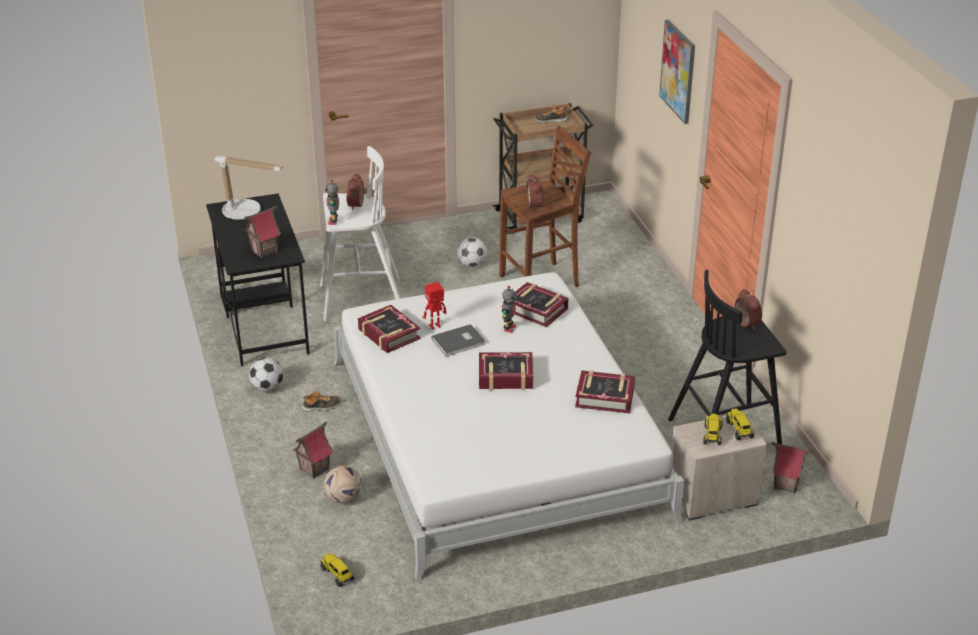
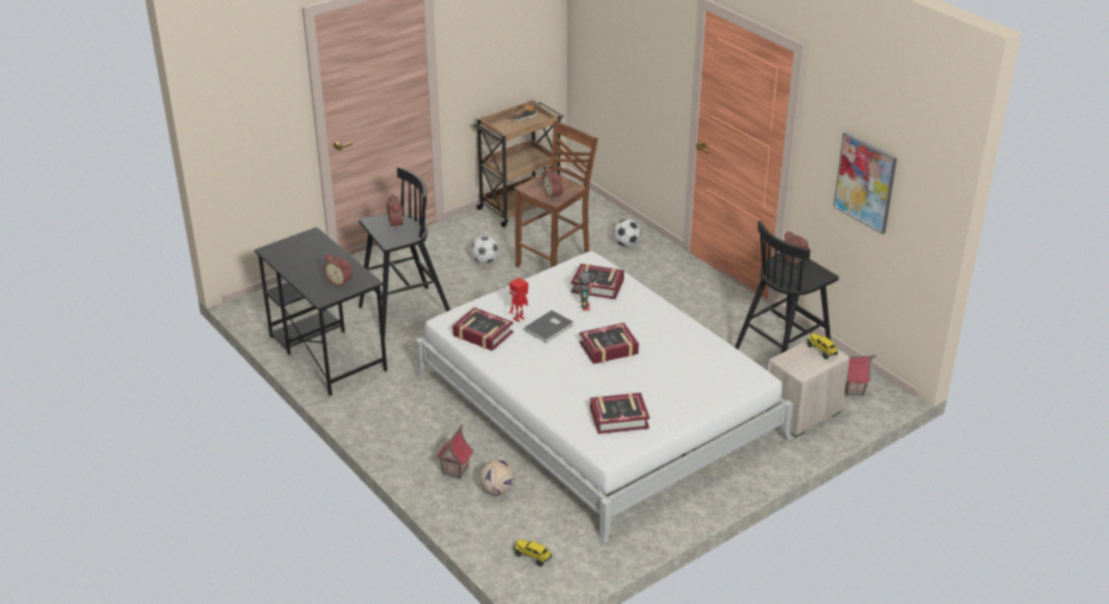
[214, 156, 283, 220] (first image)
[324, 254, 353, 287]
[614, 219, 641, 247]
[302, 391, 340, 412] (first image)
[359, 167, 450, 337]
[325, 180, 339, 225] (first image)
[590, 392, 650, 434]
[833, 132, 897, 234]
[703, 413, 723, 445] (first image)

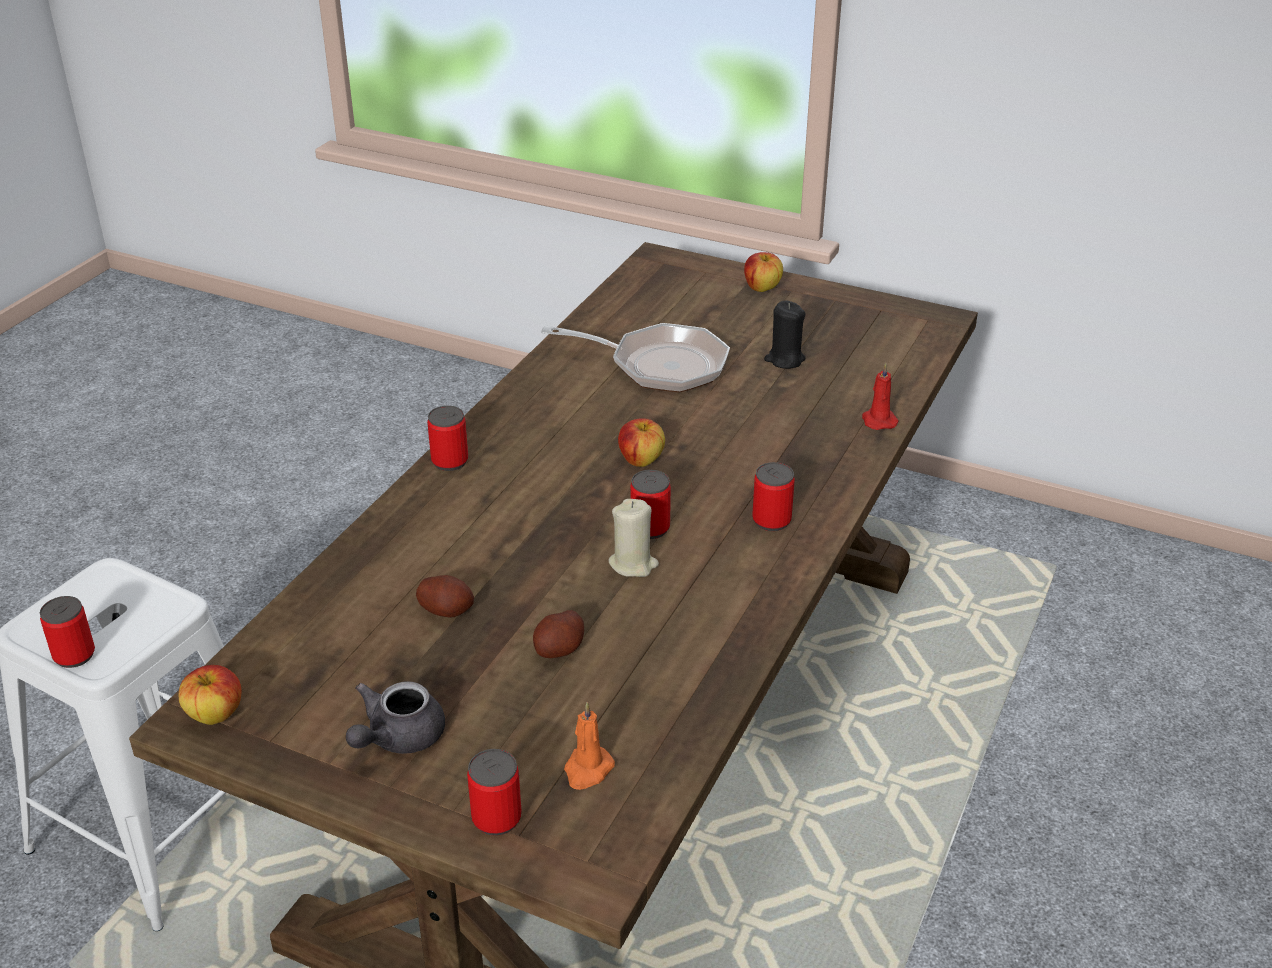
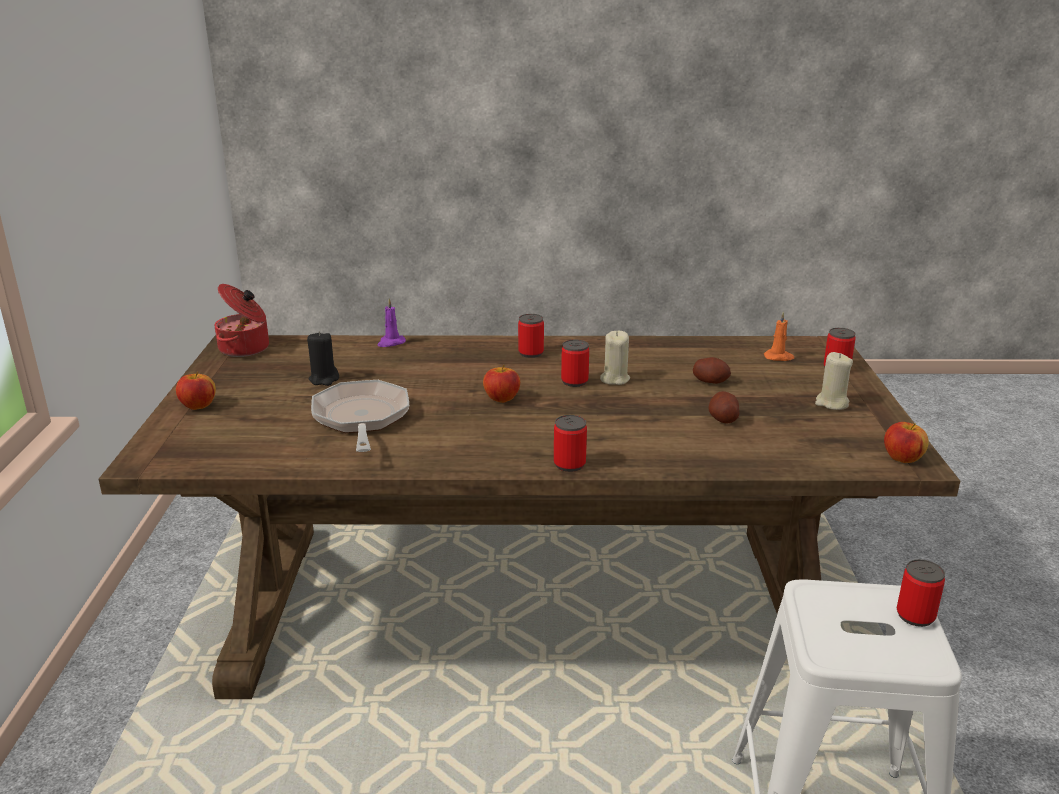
[815, 352, 853, 410]
[377, 298, 406, 347]
[214, 284, 269, 357]

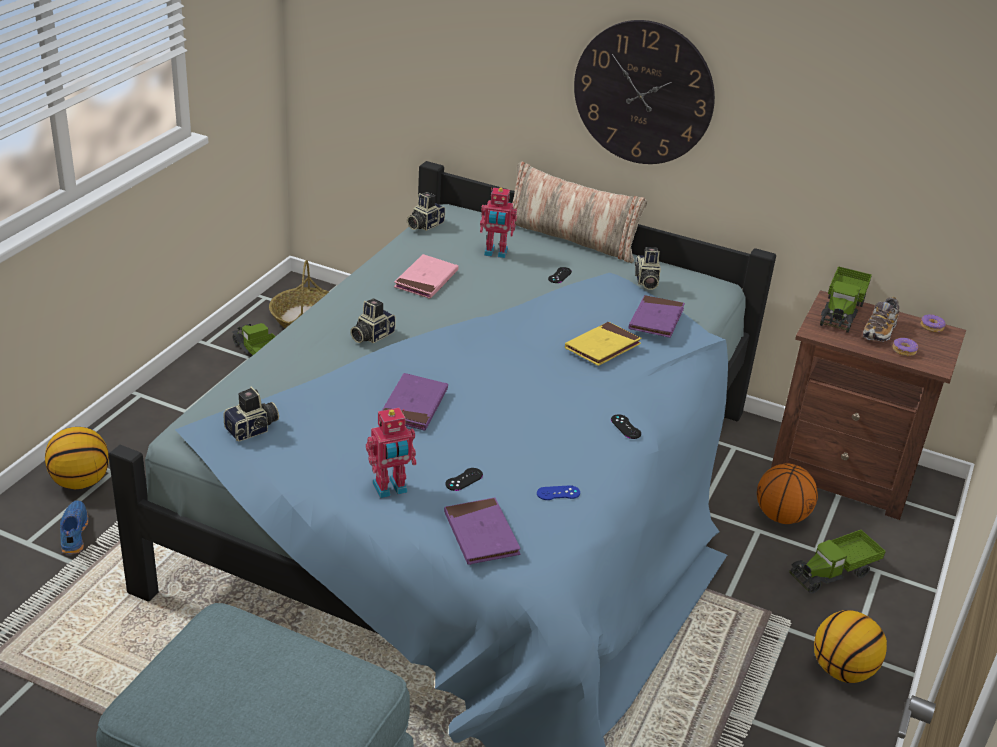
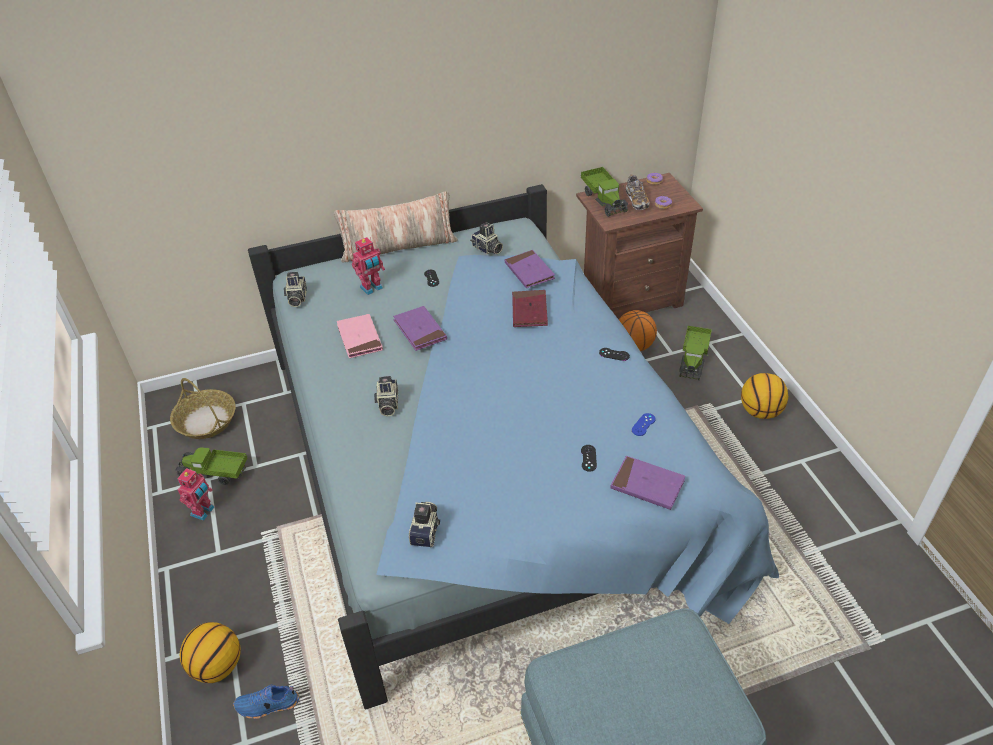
[233, 685, 299, 719]
[177, 468, 214, 521]
[393, 306, 447, 351]
[512, 290, 548, 327]
[574, 20, 715, 164] (first image)

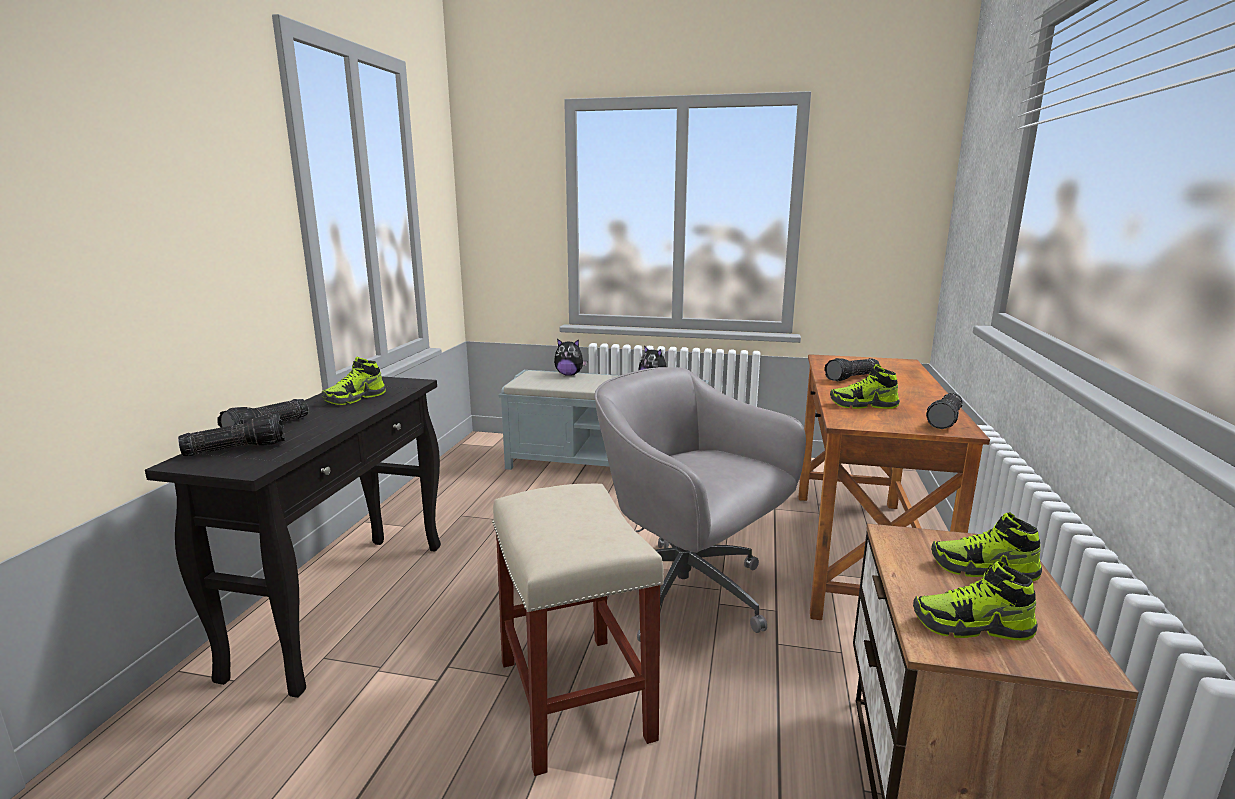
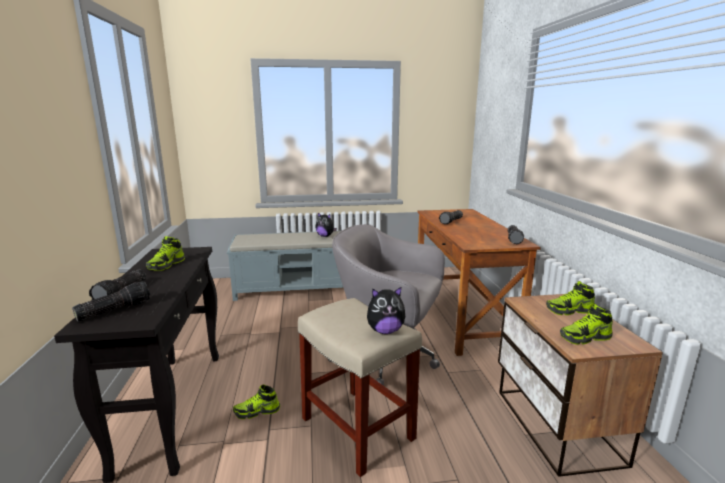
[367, 287, 405, 334]
[233, 385, 280, 419]

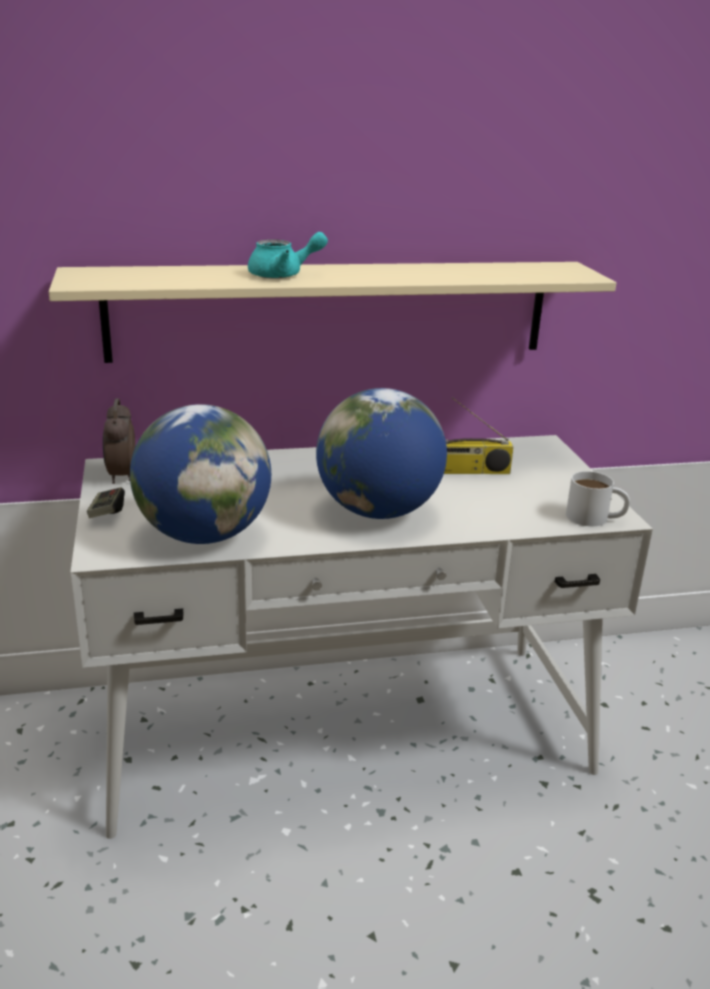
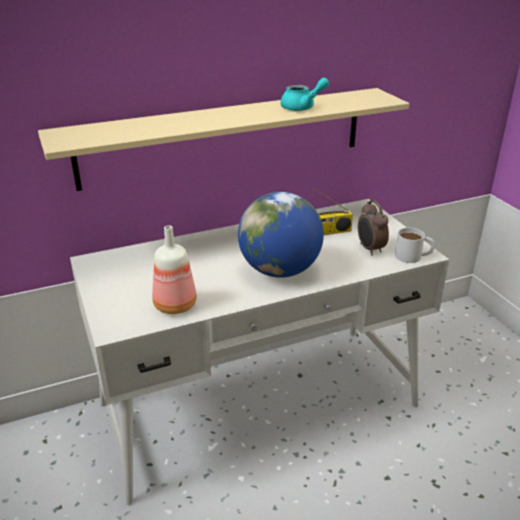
[87, 487, 125, 518] (first image)
[358, 200, 389, 255]
[152, 226, 197, 314]
[280, 78, 329, 111]

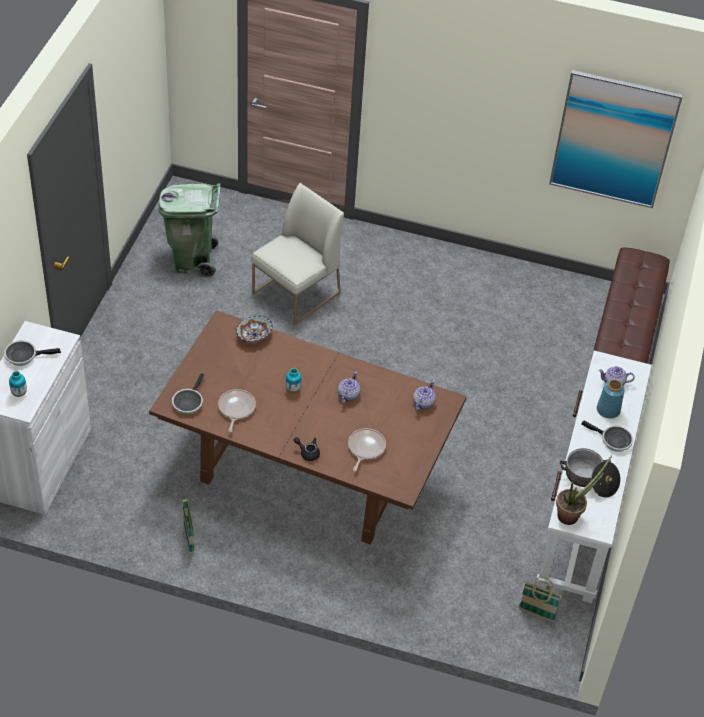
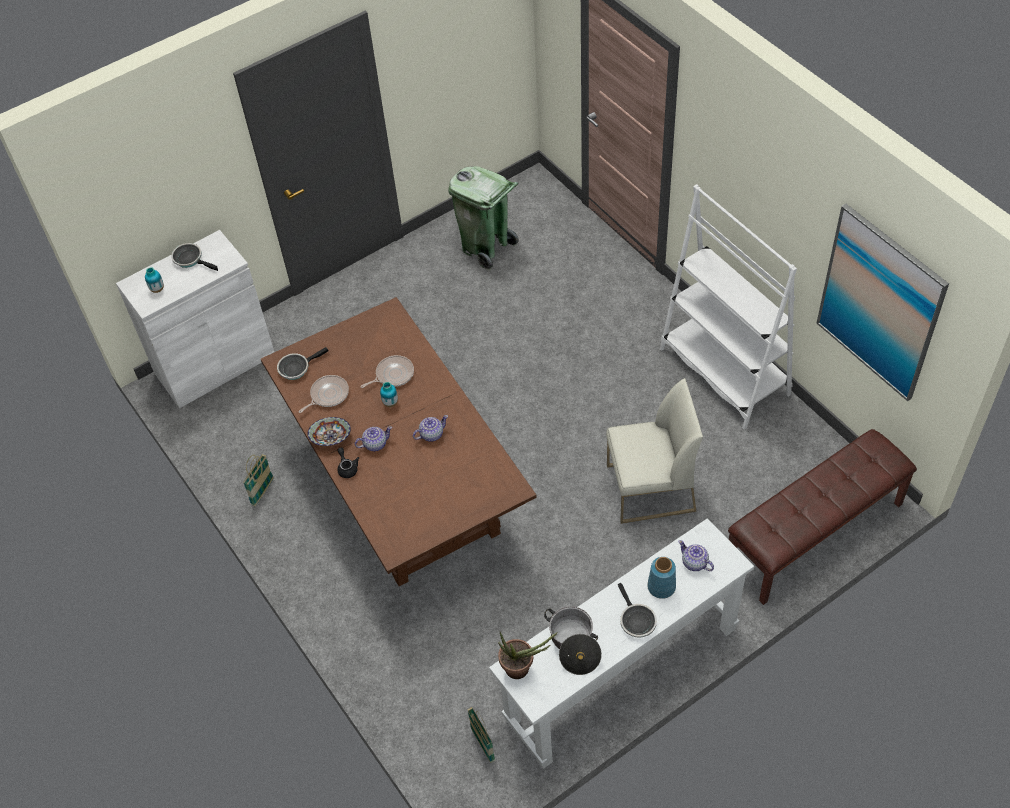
[307, 417, 351, 446]
[606, 378, 703, 524]
[360, 355, 414, 388]
[355, 426, 392, 451]
[660, 184, 797, 429]

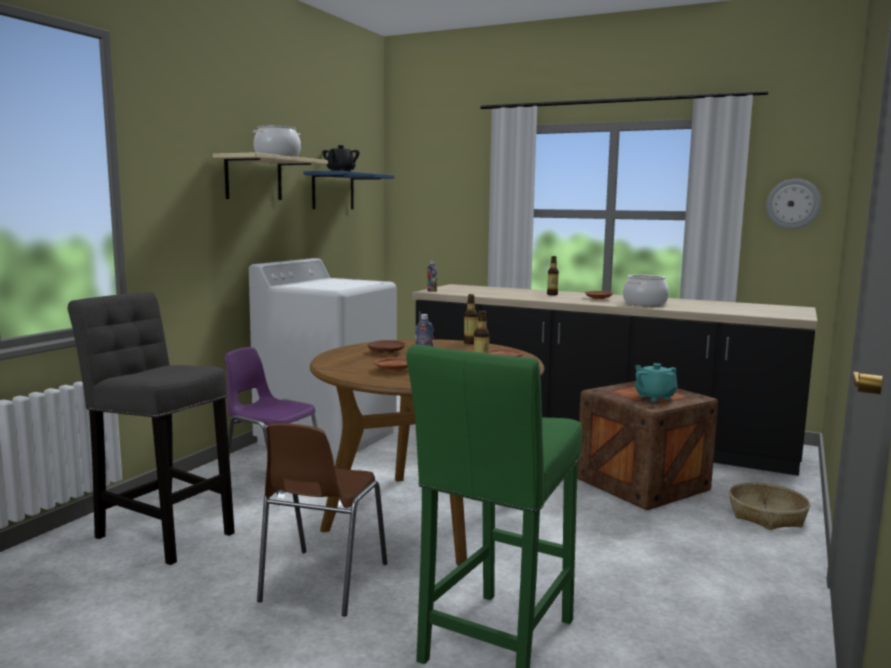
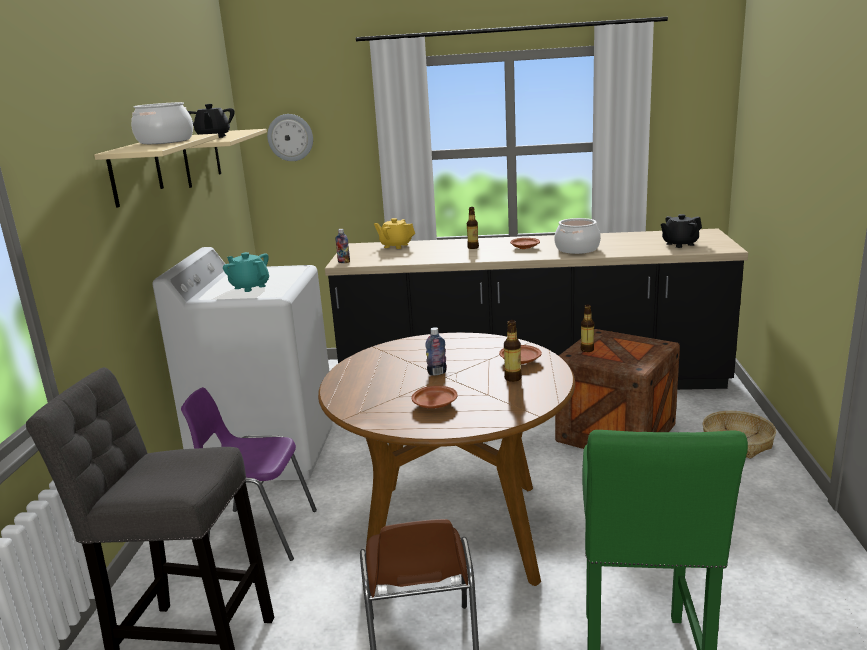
[183, 129, 267, 188]
[368, 340, 405, 353] (first image)
[581, 305, 594, 352]
[223, 252, 269, 292]
[267, 114, 313, 161]
[374, 218, 415, 249]
[661, 214, 702, 248]

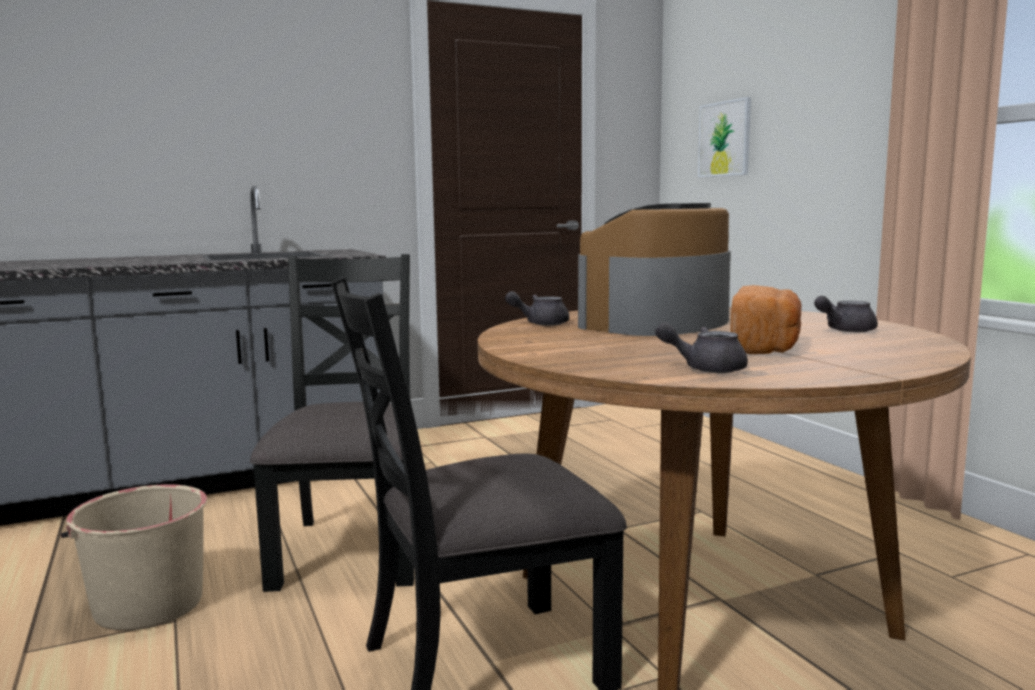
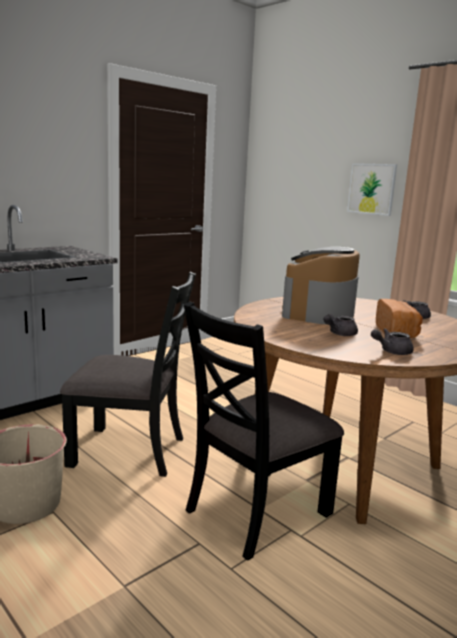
[60, 272, 196, 477]
[323, 314, 358, 336]
[347, 163, 397, 216]

